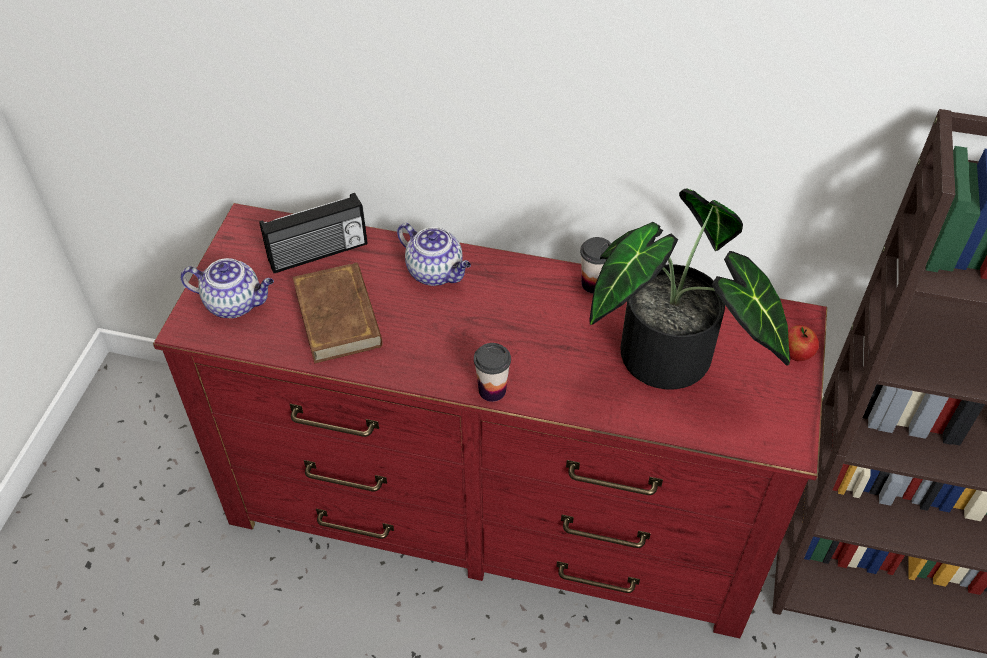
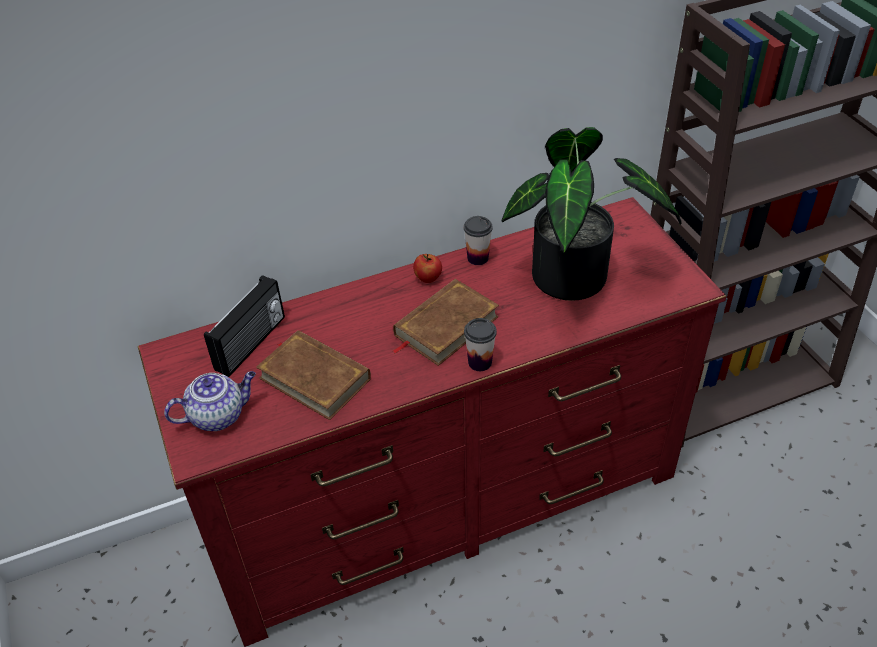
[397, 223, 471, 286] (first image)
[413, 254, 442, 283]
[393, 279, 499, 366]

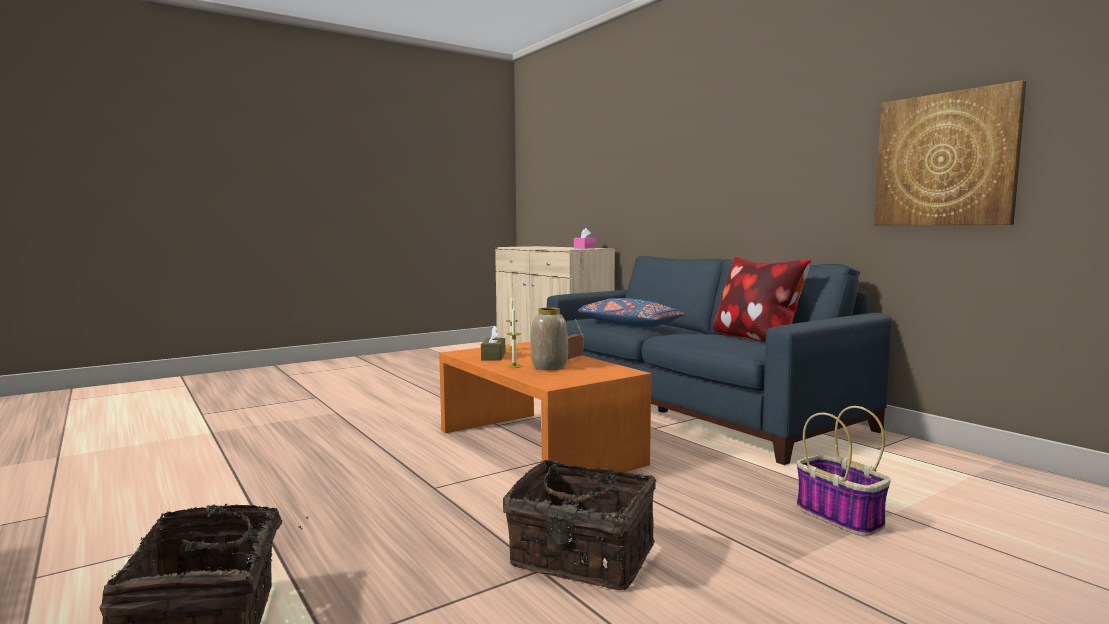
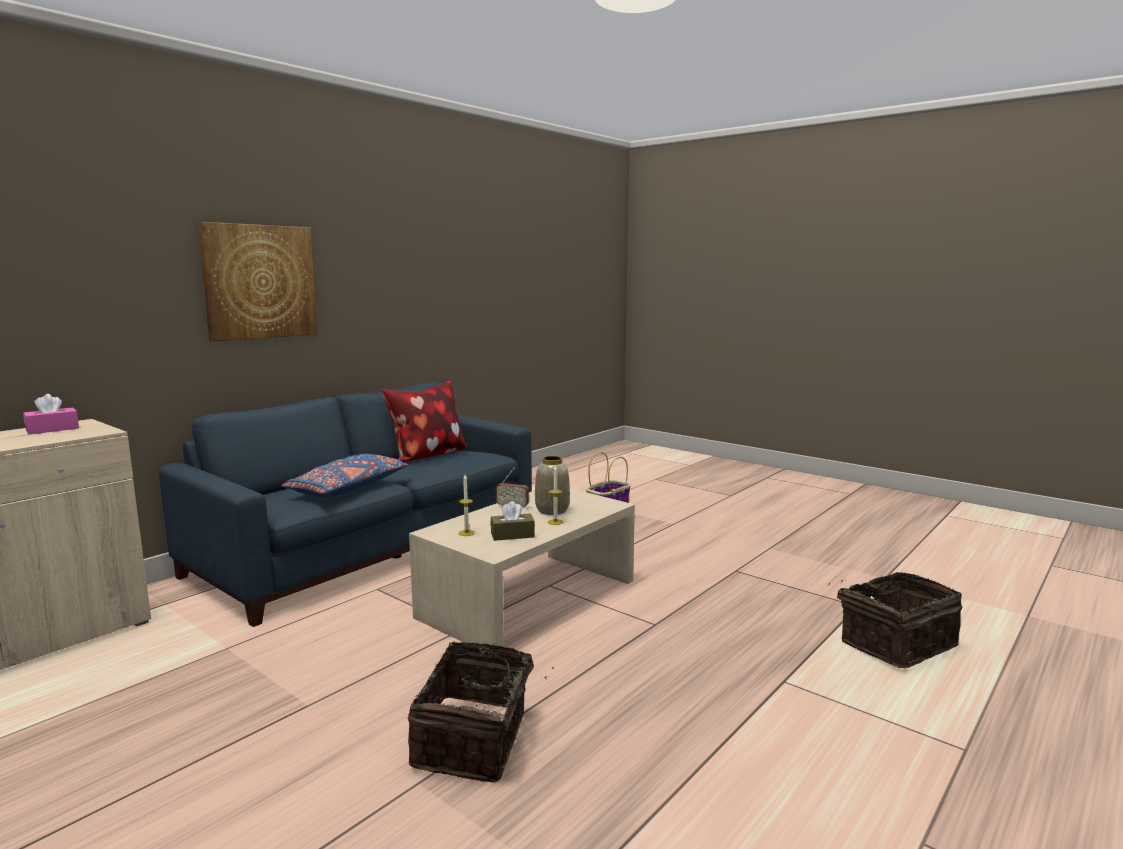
[409, 488, 635, 647]
[408, 641, 553, 783]
[198, 222, 317, 342]

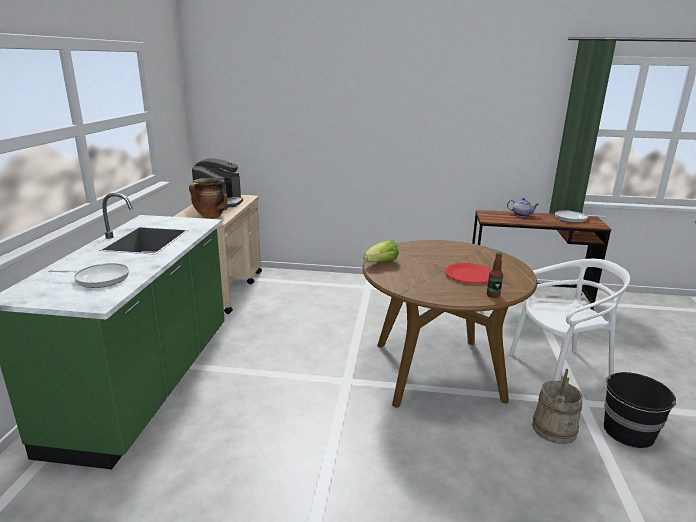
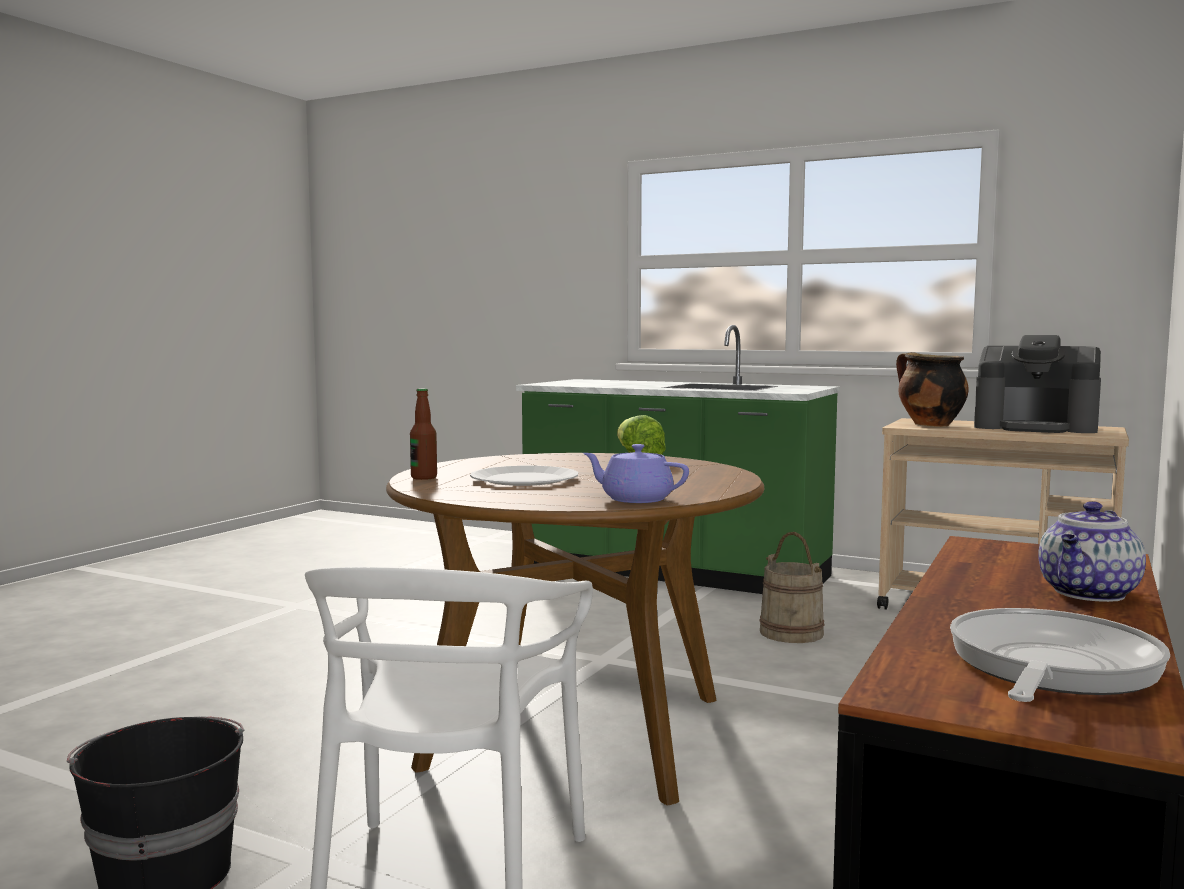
[48, 263, 129, 288] (first image)
[470, 466, 578, 486]
[759, 532, 825, 643]
[583, 444, 689, 503]

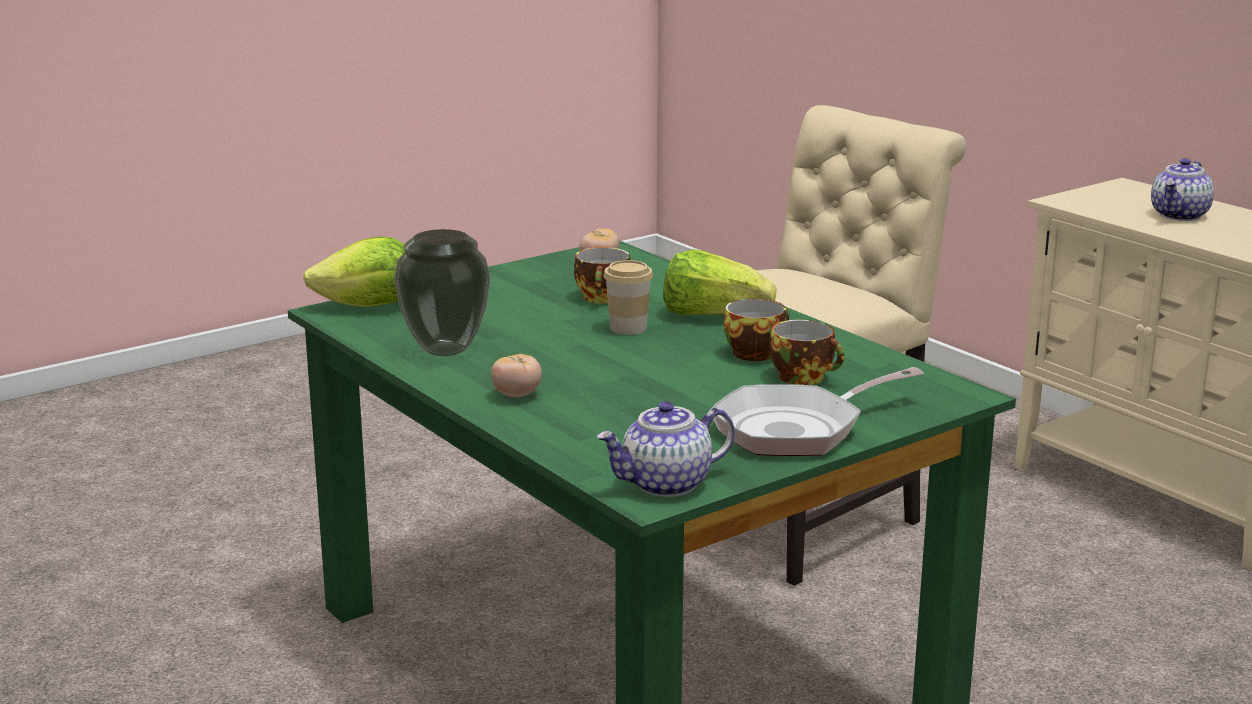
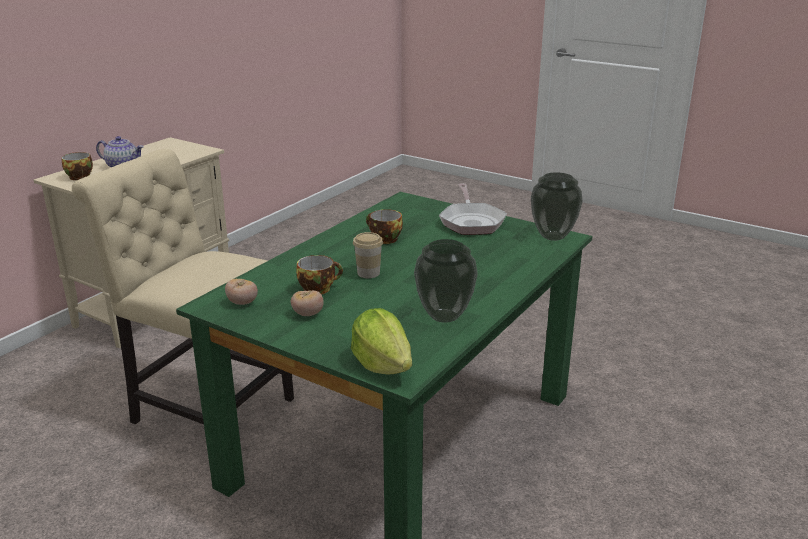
[291, 290, 324, 316]
[531, 172, 583, 241]
[663, 249, 776, 315] (first image)
[439, 183, 507, 235]
[61, 152, 93, 180]

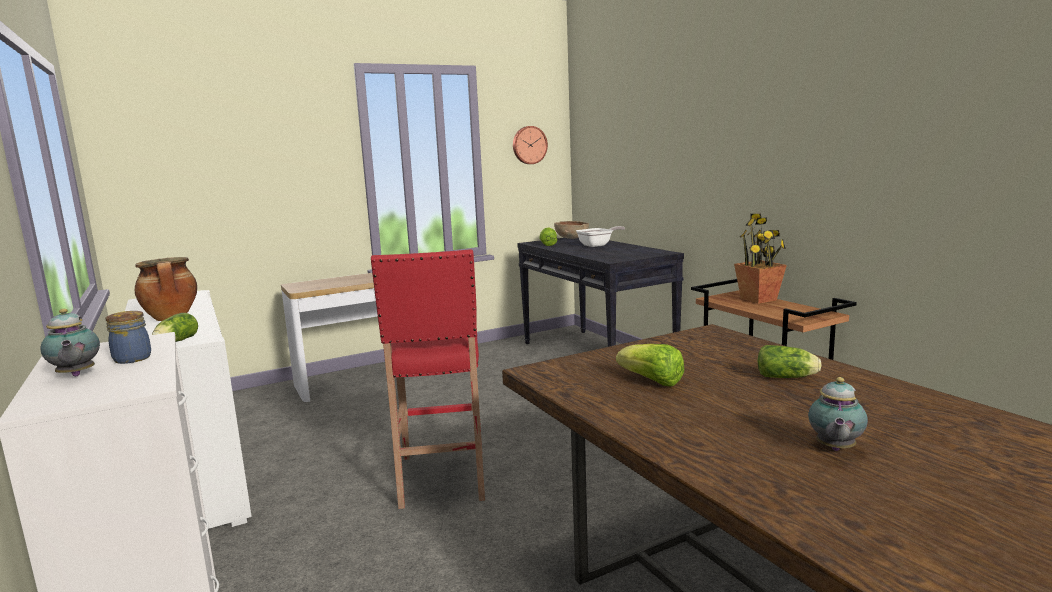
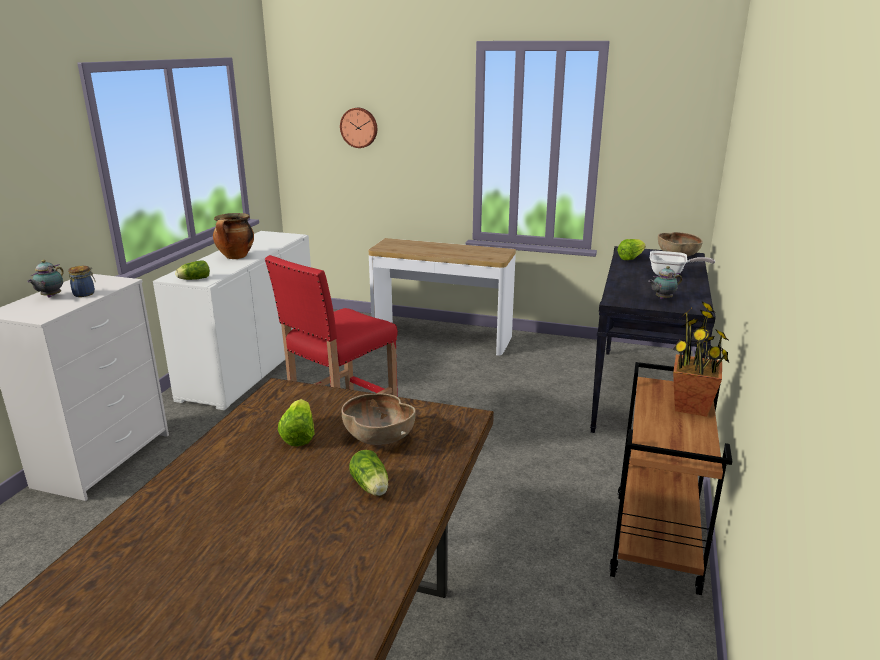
[340, 108, 377, 148]
[648, 266, 682, 299]
[341, 393, 416, 445]

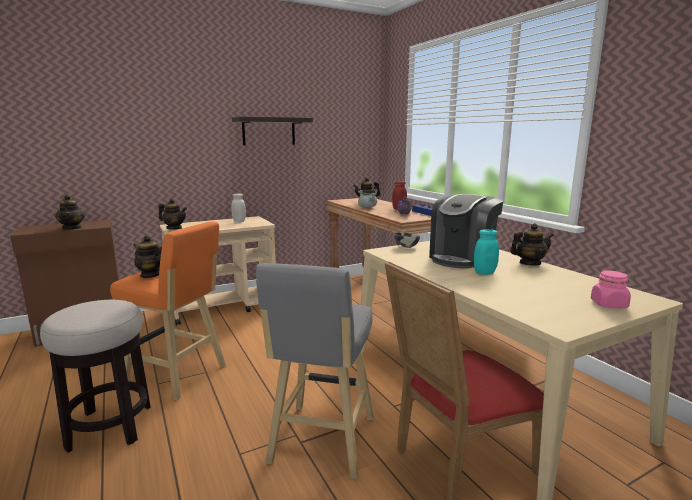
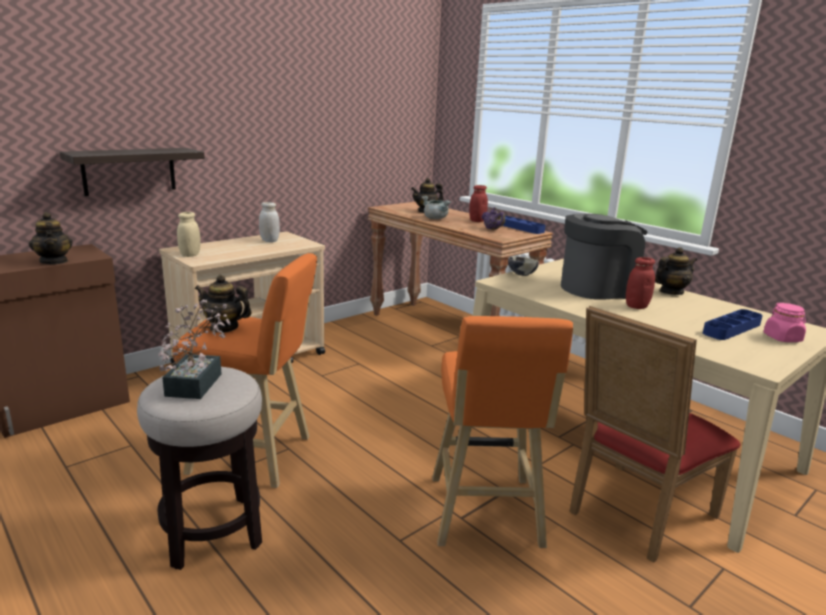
[177, 212, 201, 257]
[60, 148, 205, 196]
[432, 316, 573, 548]
[561, 213, 647, 300]
[626, 257, 655, 309]
[158, 299, 231, 399]
[703, 309, 763, 340]

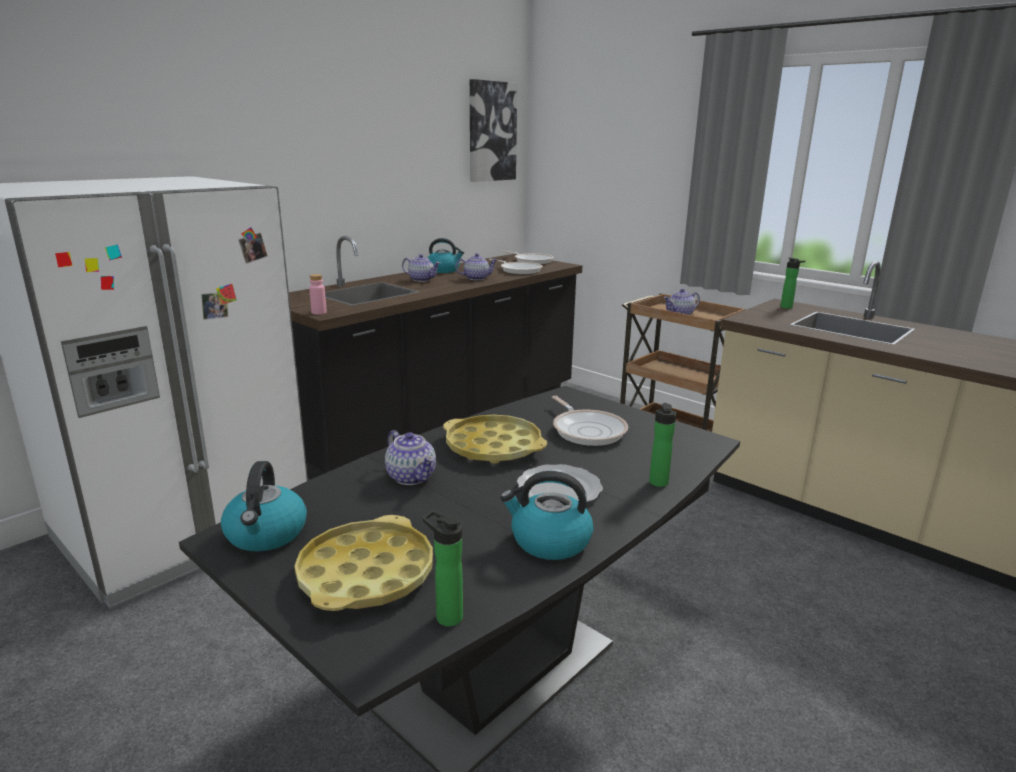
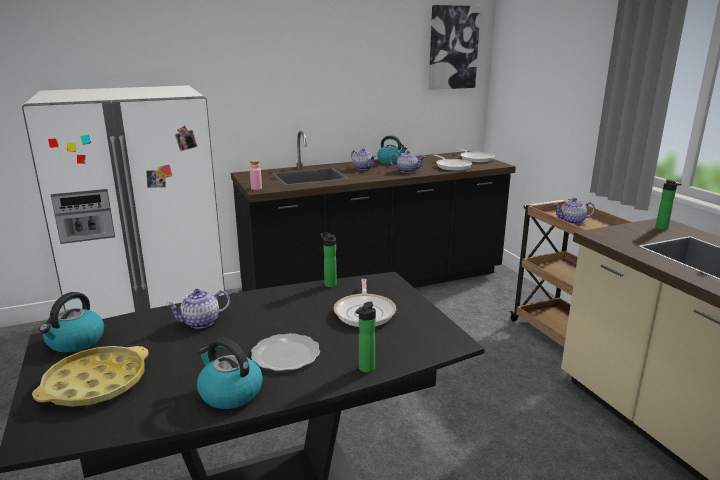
[166, 289, 230, 329]
[320, 232, 337, 287]
[443, 415, 547, 464] (first image)

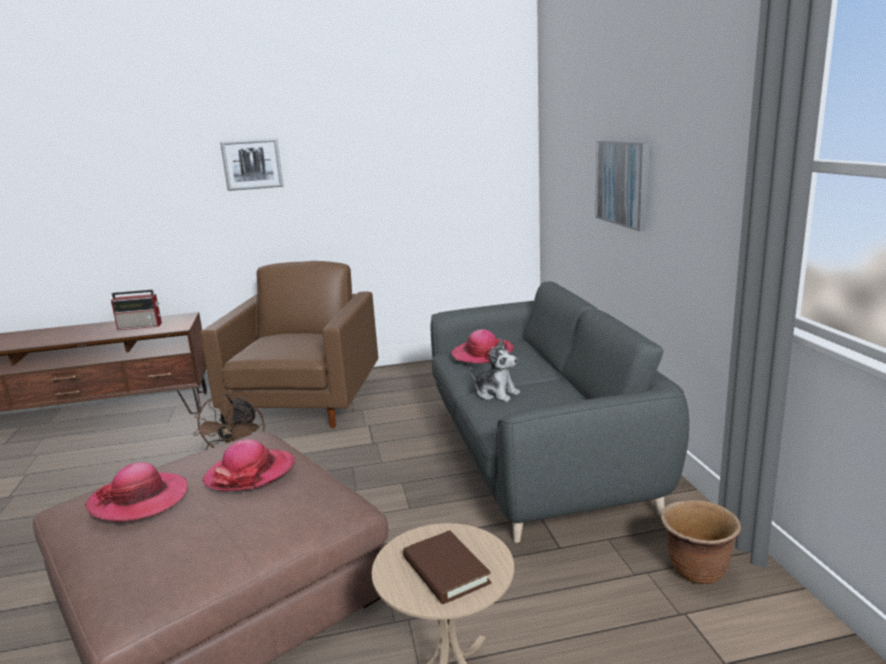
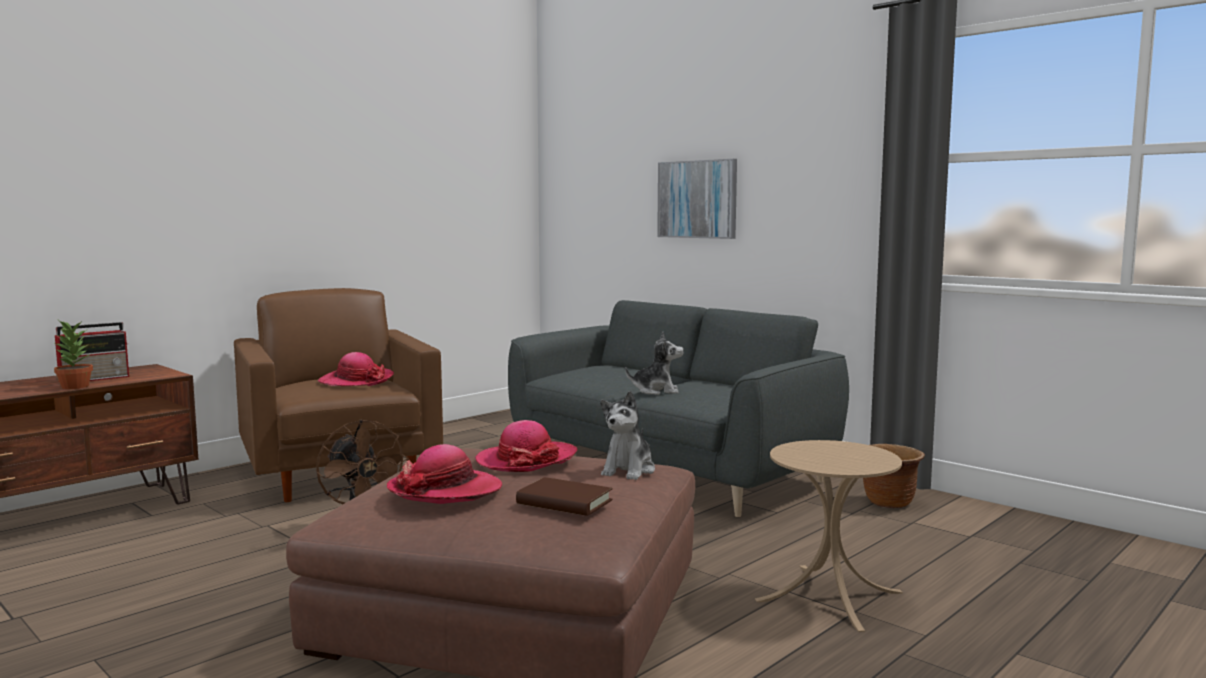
[220, 138, 283, 191] (first image)
[516, 477, 612, 516]
[318, 352, 394, 386]
[54, 320, 93, 389]
[600, 391, 655, 480]

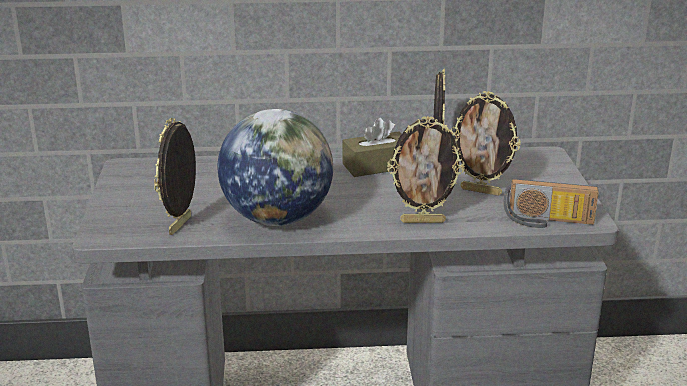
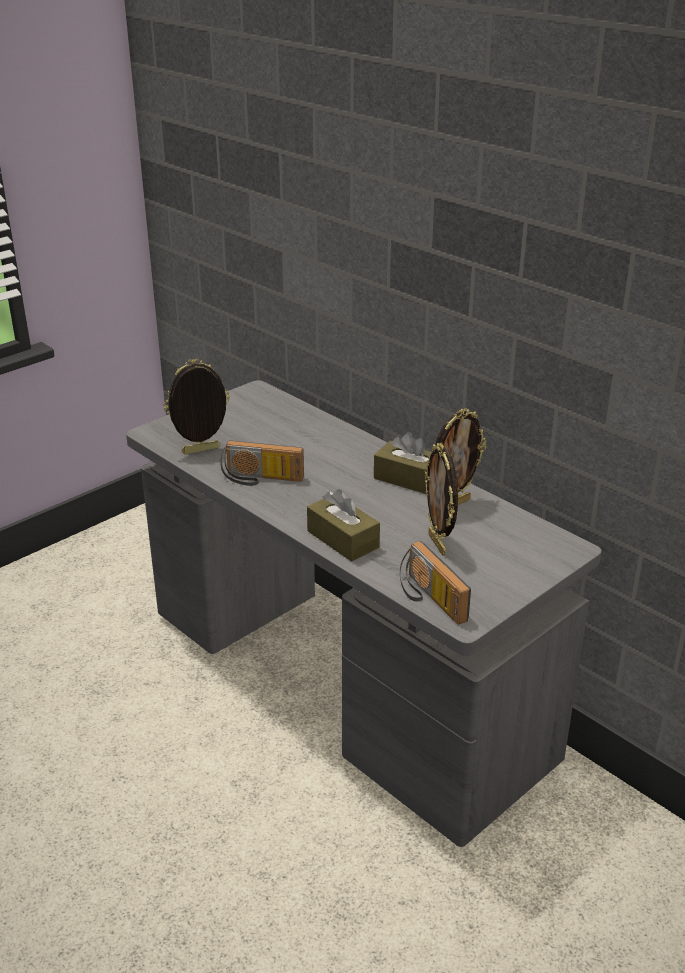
[220, 440, 304, 486]
[307, 489, 380, 562]

